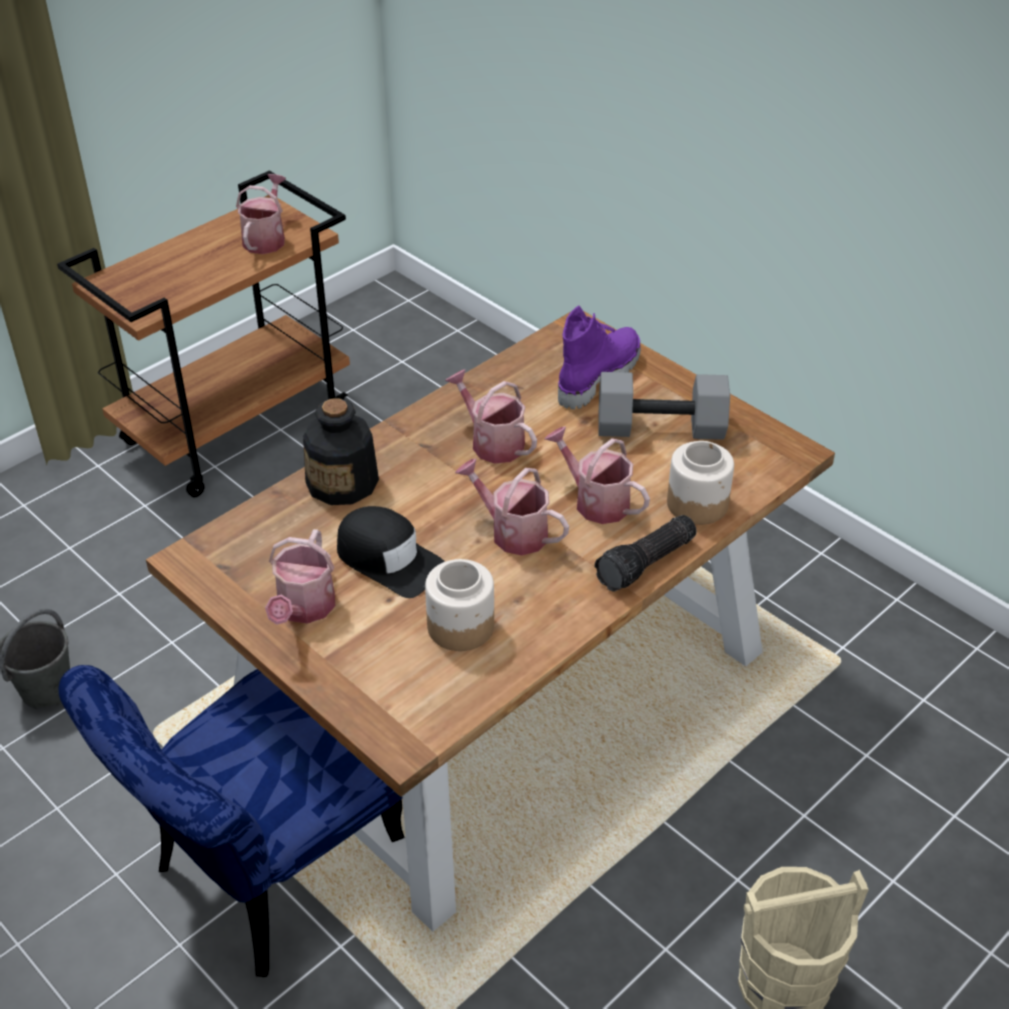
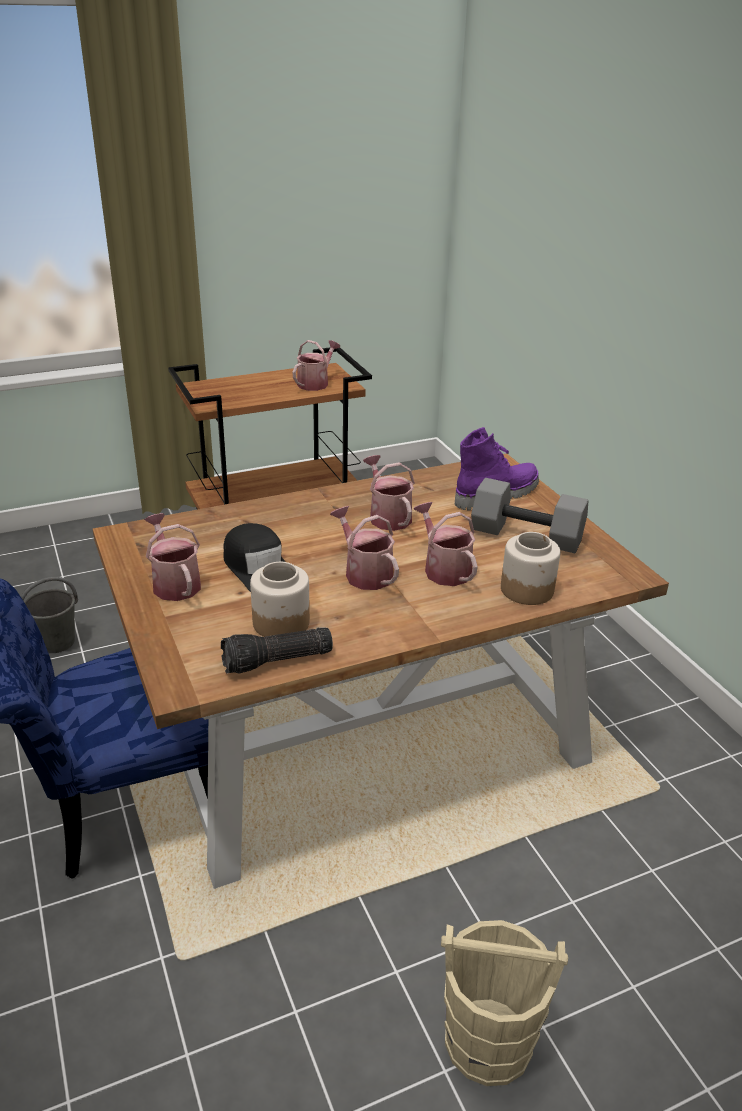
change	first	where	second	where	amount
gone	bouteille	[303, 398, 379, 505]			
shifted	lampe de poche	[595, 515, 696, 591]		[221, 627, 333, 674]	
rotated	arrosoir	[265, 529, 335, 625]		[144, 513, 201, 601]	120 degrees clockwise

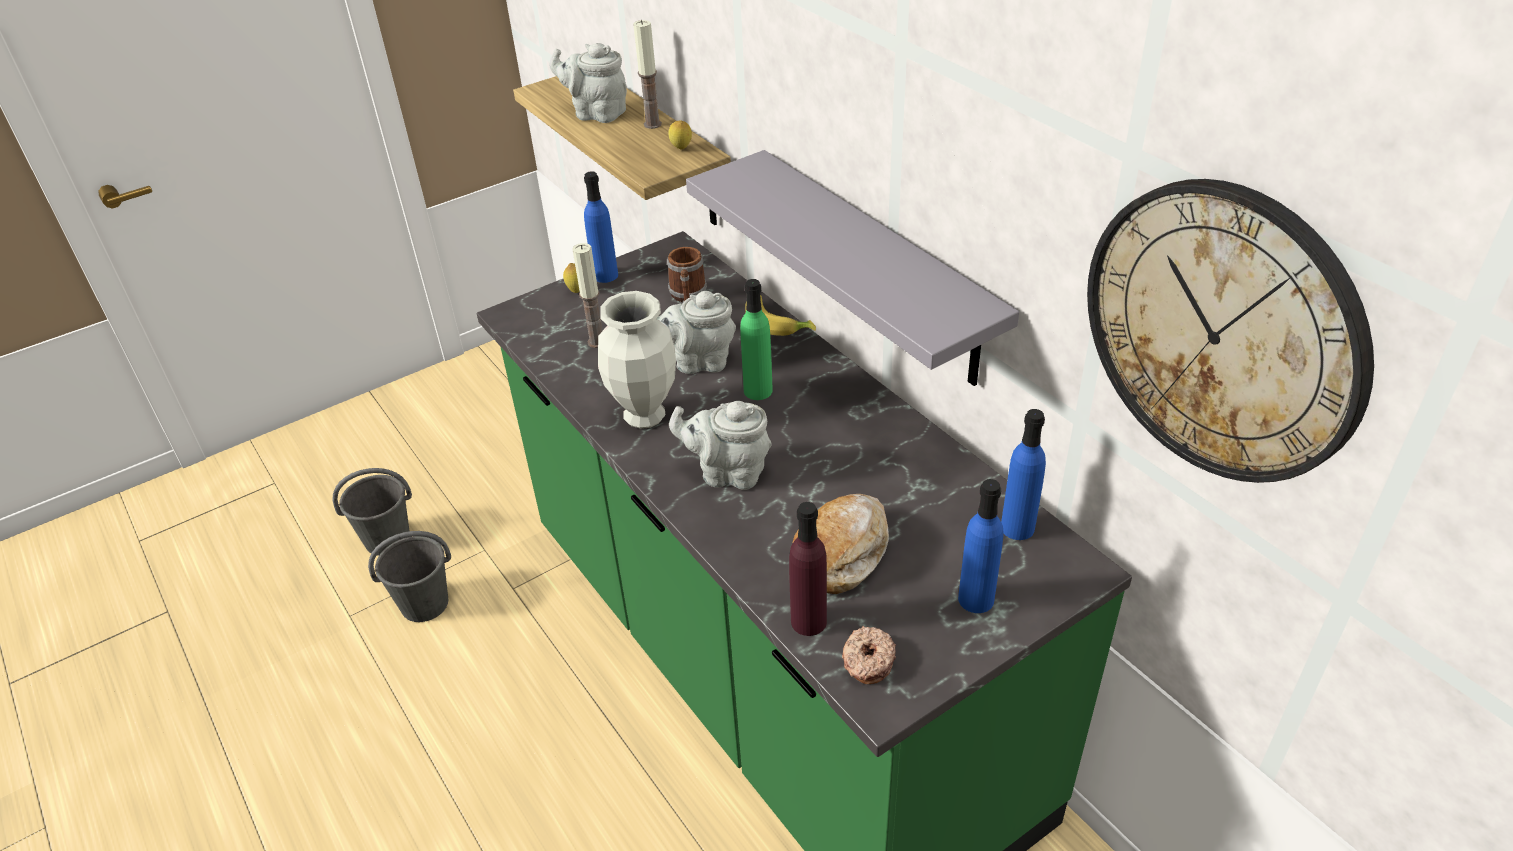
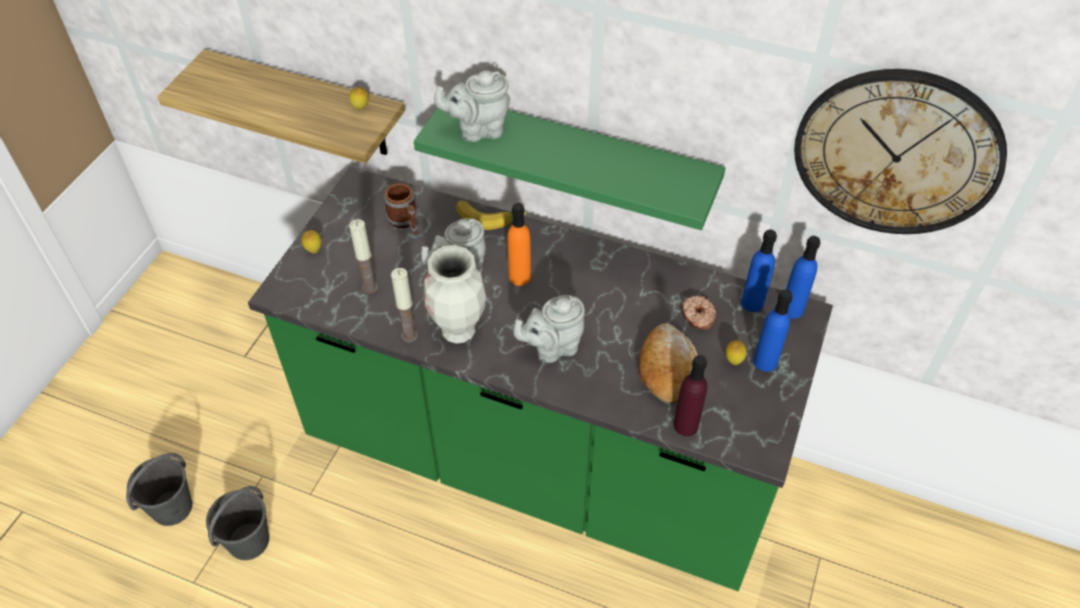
change	first	where	second	where	amount
new			citron	[726, 341, 747, 365]	
shifted	théière (gris)	[549, 43, 627, 123]		[434, 70, 510, 142]	
shifted	bouteille (bleu)	[584, 171, 618, 283]		[786, 236, 820, 319]	
shifted	bougie	[633, 20, 662, 129]		[391, 268, 418, 342]	
shifted	beignet	[842, 626, 896, 684]		[682, 296, 716, 329]	
repainted	étagère (gris)	[686, 150, 1019, 386]	étagère (vert)	[414, 107, 725, 230]	
repainted	bouteille (vert)	[740, 279, 773, 400]	bouteille (orange)	[507, 203, 531, 286]	

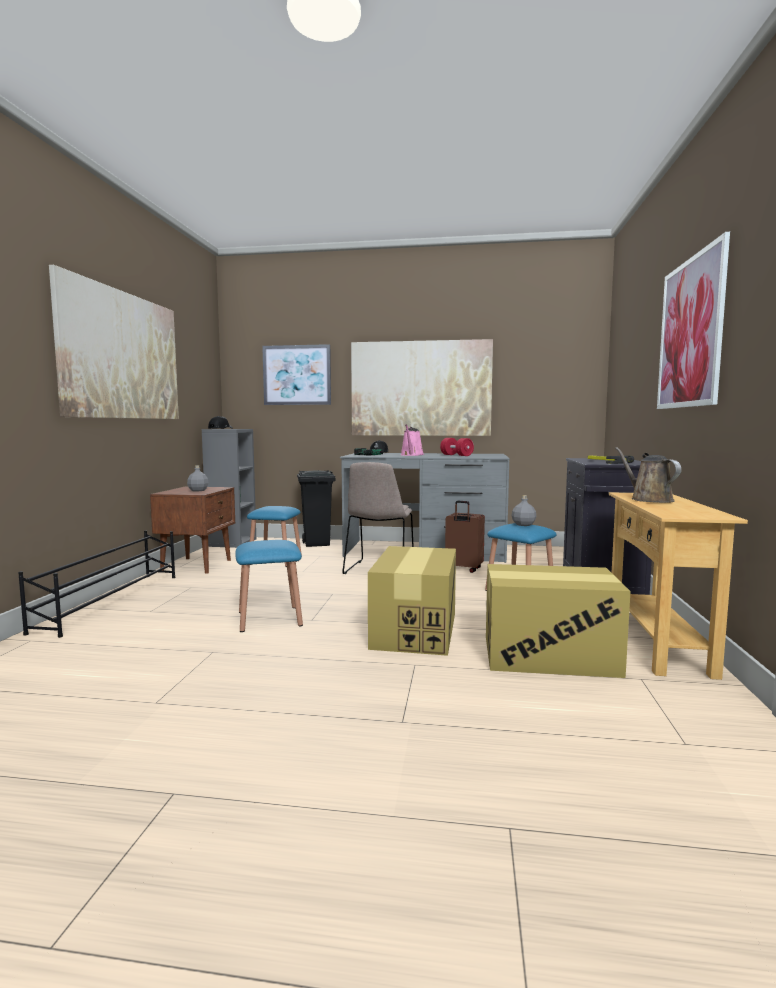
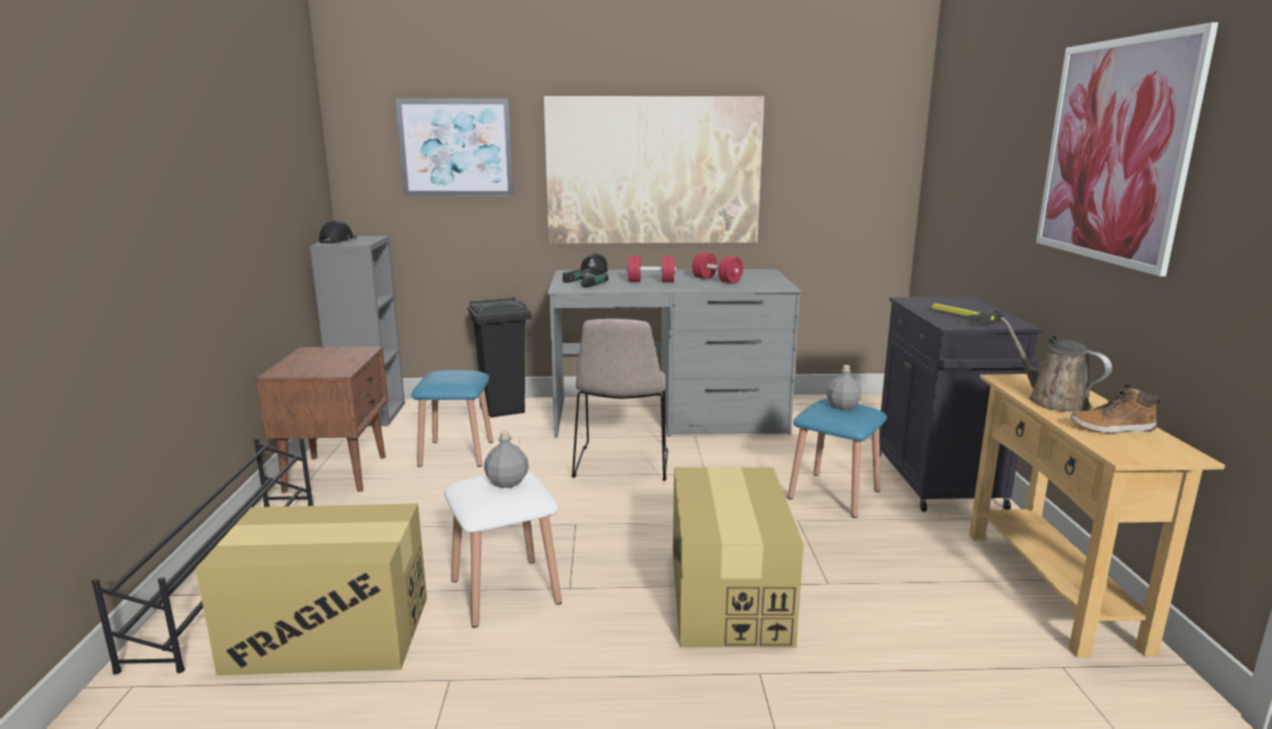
change	first	where	second	where	amount
gone	tableau	[49, 265, 179, 419]			
gone	valise (marron)	[445, 501, 485, 573]			
new			botte	[1070, 384, 1161, 433]	
shifted	bouteille (gris)	[187, 465, 208, 491]		[484, 431, 529, 488]	
shifted	carton	[486, 564, 631, 678]		[196, 503, 427, 676]	
swapped	arrosoir (rose)	[401, 424, 424, 456]	haltère (rouge)	[627, 256, 676, 282]	
repainted	tabouret (bleu)	[235, 540, 303, 632]	tabouret (blanc)	[444, 471, 562, 628]	

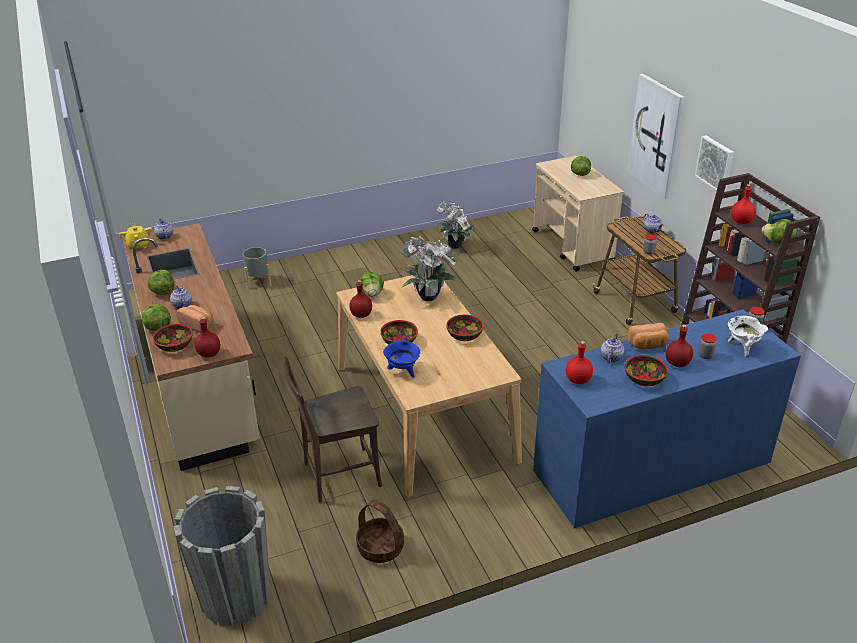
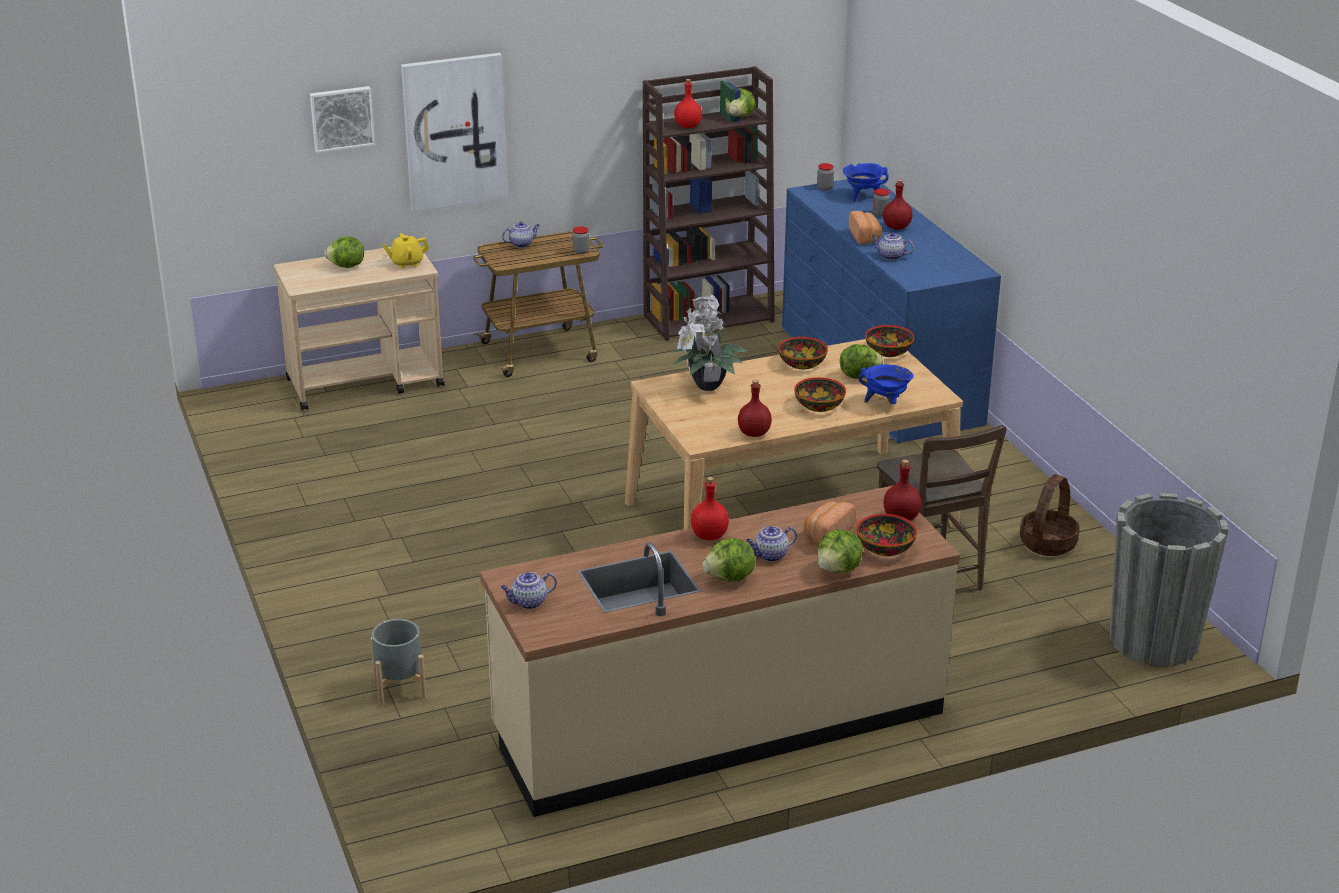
change	first	where	second	where	amount
gone	plante en pot	[435, 201, 479, 249]			
shifted	théière (jaune)	[119, 223, 152, 250]		[382, 233, 429, 269]	
shifted	laitue	[359, 272, 384, 297]		[840, 344, 883, 379]	
shifted	bouteille (rouge)	[566, 341, 593, 384]		[691, 477, 729, 540]	
shifted	bol	[625, 355, 668, 386]		[865, 325, 914, 357]	
shifted	tableau	[695, 135, 734, 192]		[310, 86, 375, 153]	
repainted	marmite (blanc)	[728, 316, 768, 358]	marmite (bleu)	[843, 163, 889, 202]	

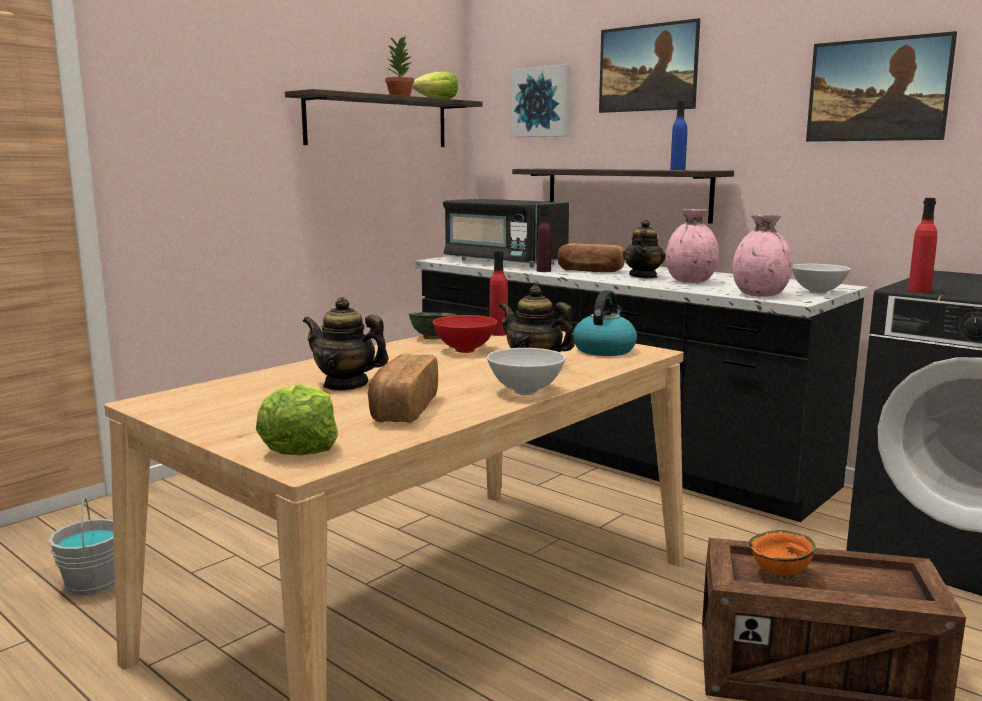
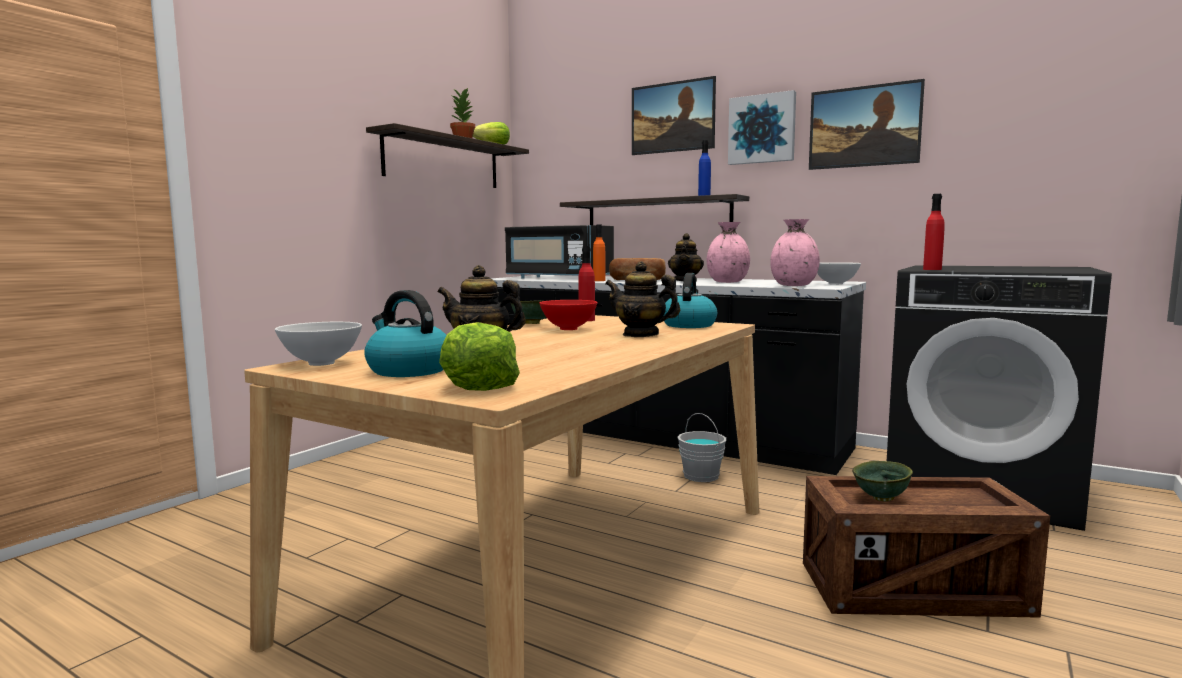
change	first	where	second	where	amount
gone	pain	[368, 354, 438, 423]			
new			bouilloire	[364, 290, 446, 377]	
shifted	seau (gris)	[48, 498, 115, 596]		[678, 413, 726, 482]	
shifted	bol (blanc)	[487, 348, 566, 395]		[275, 322, 362, 366]	
shifted	tableau	[512, 64, 570, 137]		[728, 90, 796, 165]	
repainted	bouteille (violet)	[537, 205, 552, 272]	bouteille (orange)	[593, 225, 606, 281]	
repainted	bol (orange)	[749, 530, 816, 579]	bol (vert)	[852, 461, 913, 502]	

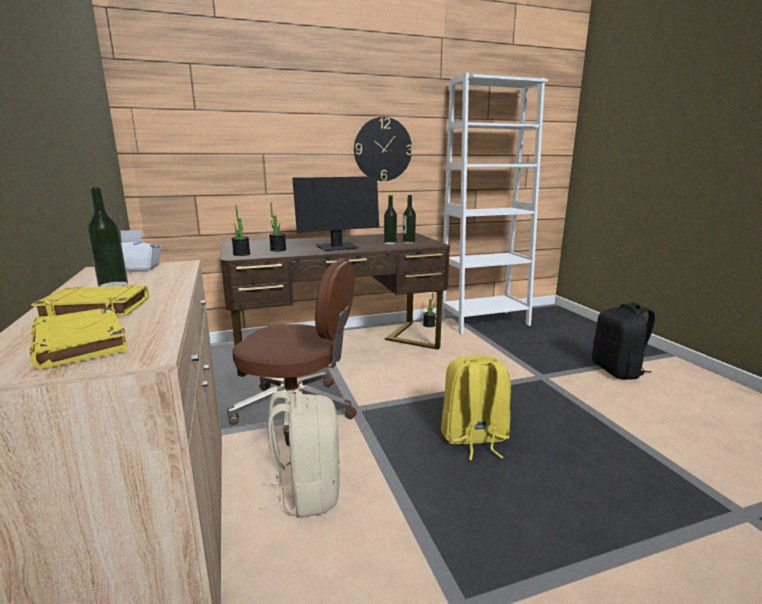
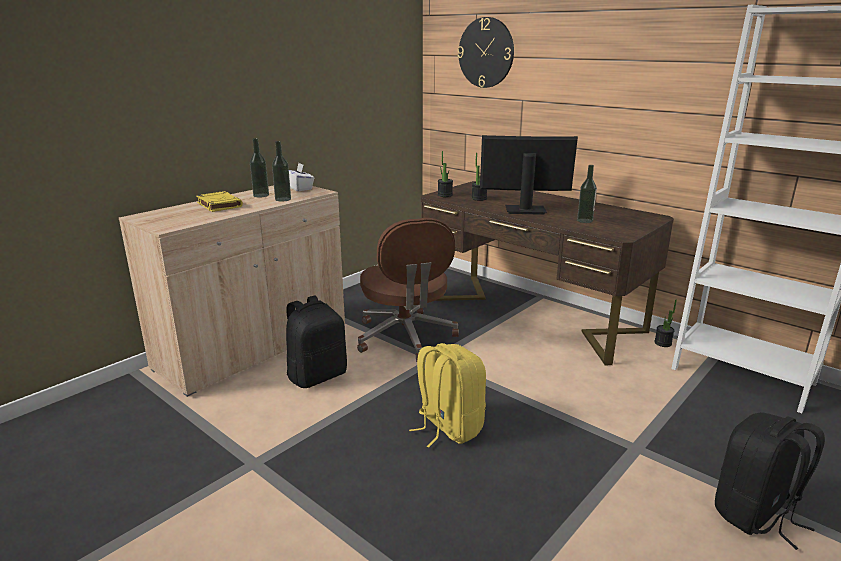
change	first	where	second	where	amount
gone	livre (jaune)	[30, 307, 128, 369]			
shifted	horloge murale	[354, 117, 412, 181]		[457, 17, 514, 88]	
shifted	bouteille	[403, 195, 416, 244]		[272, 141, 291, 202]	
repainted	sac à dos (beige)	[260, 391, 340, 518]	sac à dos (noir)	[286, 295, 347, 388]	
rotated	écran d'ordinateur	[292, 176, 379, 251]		[480, 135, 578, 215]	150 degrees clockwise

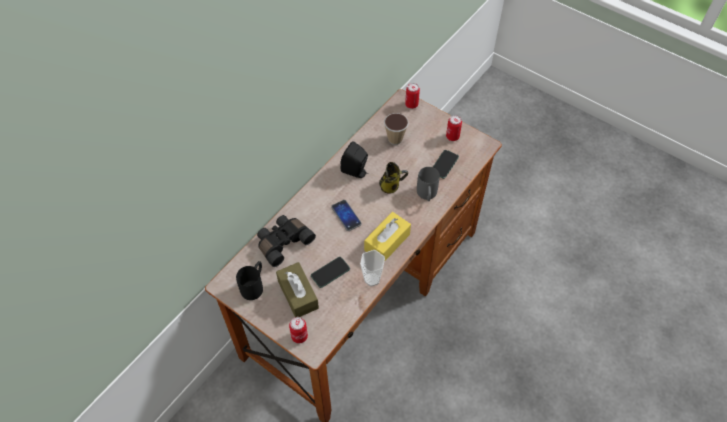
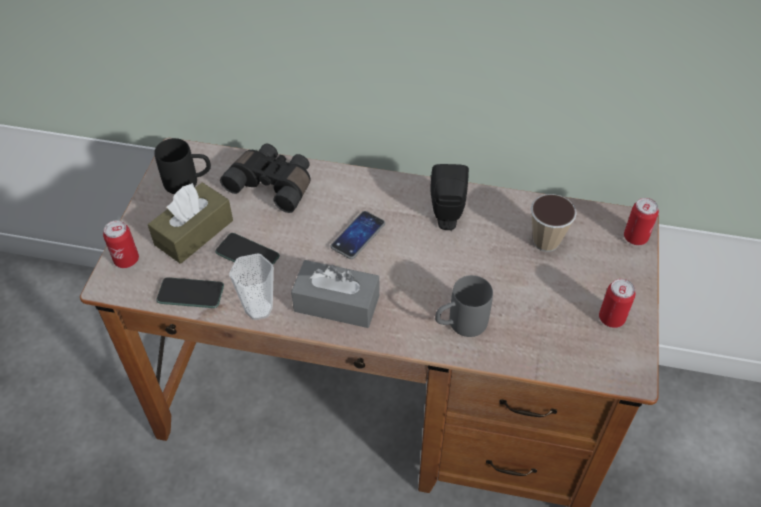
change	first	where	second	where	amount
gone	mug	[379, 162, 409, 194]			
shifted	téléphone	[433, 150, 459, 179]		[157, 277, 224, 308]	
repainted	boîte à mouchoirs (jaune)	[364, 212, 411, 262]	boîte à mouchoirs (gris)	[291, 260, 379, 328]	

